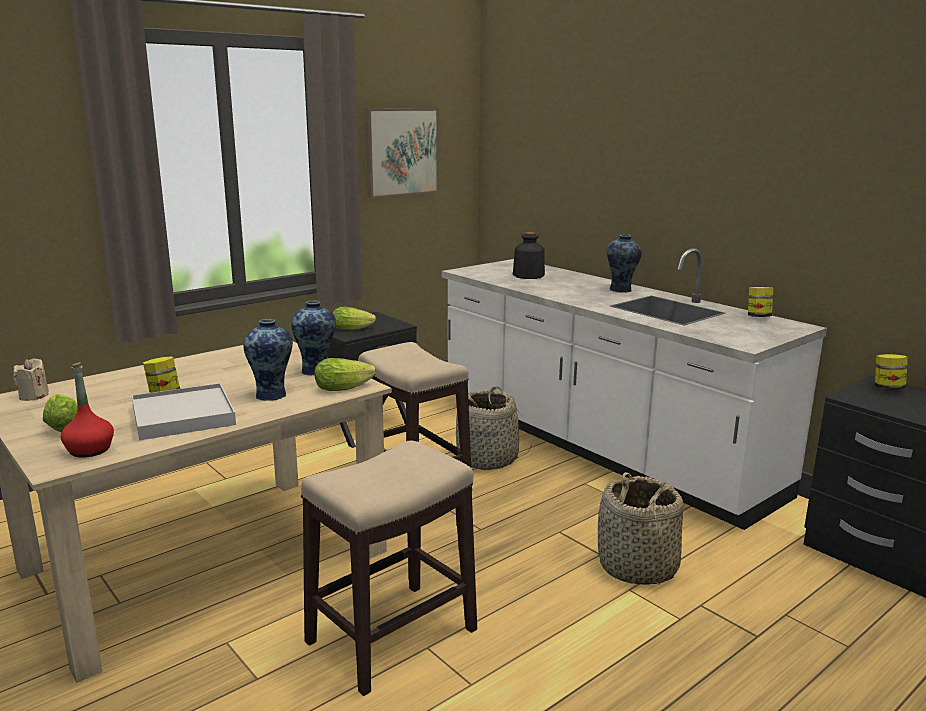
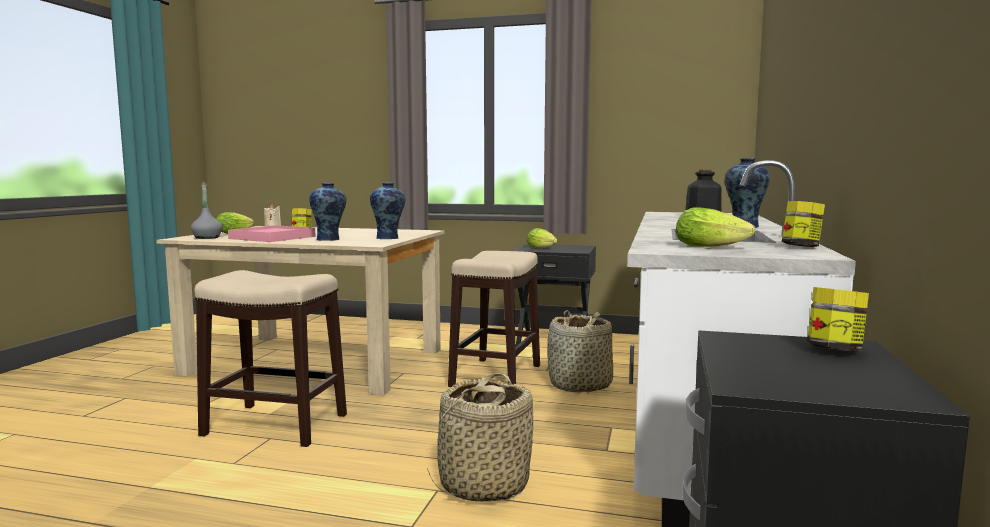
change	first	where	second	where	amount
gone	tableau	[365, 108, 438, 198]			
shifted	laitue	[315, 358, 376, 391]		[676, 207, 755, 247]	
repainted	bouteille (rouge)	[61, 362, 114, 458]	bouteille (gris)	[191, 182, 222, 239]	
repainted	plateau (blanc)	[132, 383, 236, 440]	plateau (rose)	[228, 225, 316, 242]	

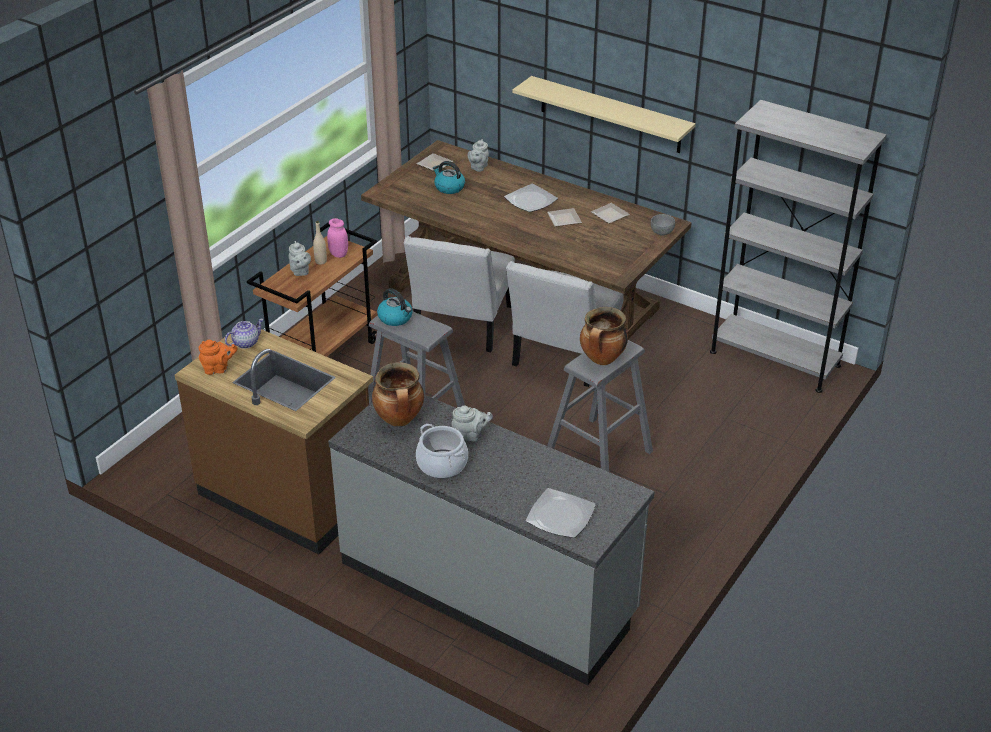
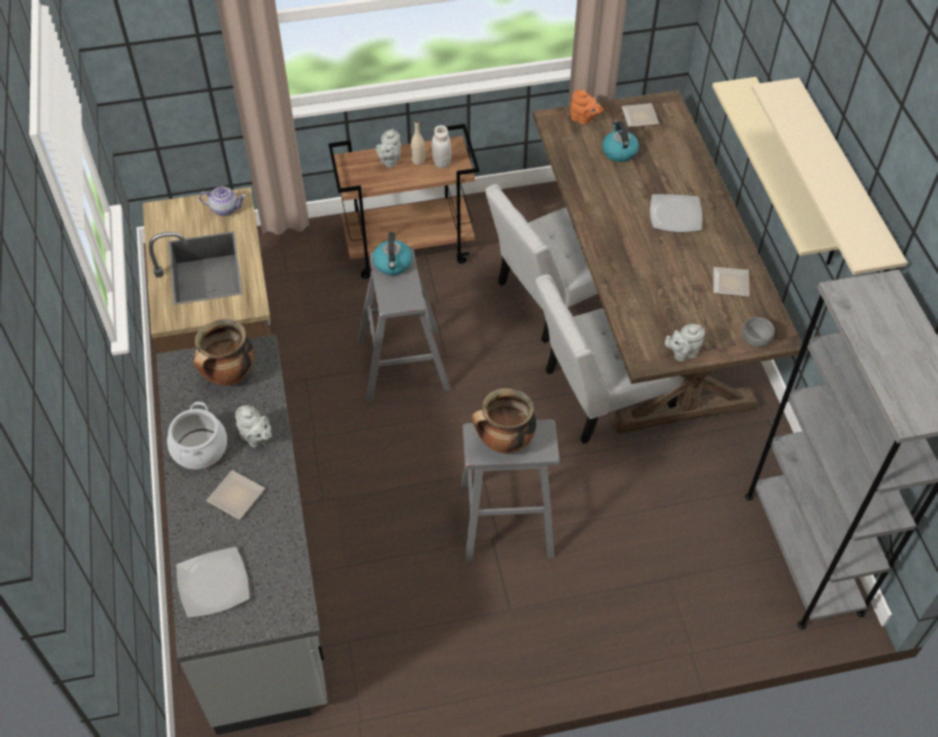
change	first	where	second	where	amount
new			étagère (beige)	[751, 78, 908, 275]	
shifted	théière (orange)	[199, 340, 238, 375]		[570, 89, 604, 125]	
shifted	théière (gris)	[468, 139, 489, 172]		[665, 324, 705, 362]	
shifted	assiette	[547, 208, 582, 227]		[206, 470, 265, 520]	
repainted	bocal (rose)	[327, 218, 348, 258]	bocal (blanc)	[431, 125, 451, 168]	

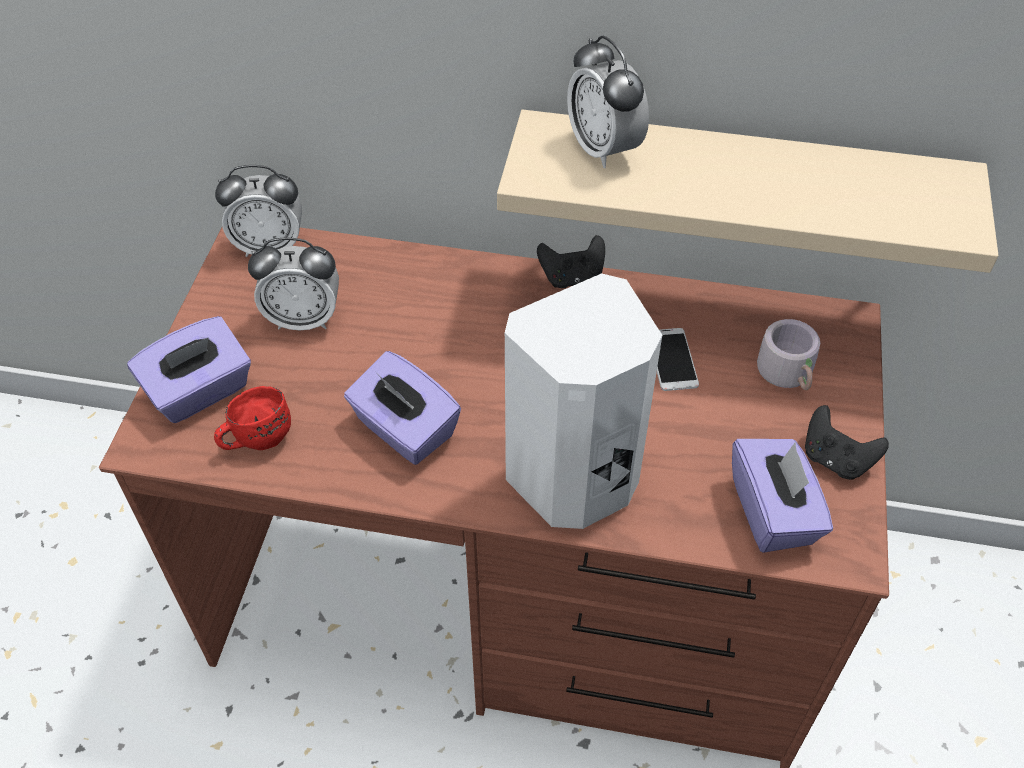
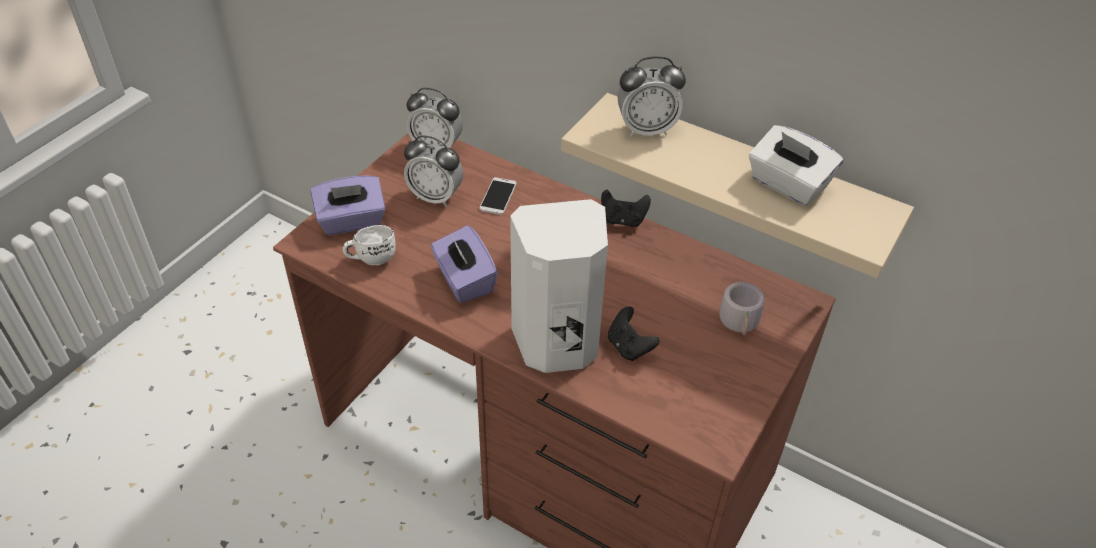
change	first	where	second	where	amount
gone	boîte à mouchoirs (violet)	[732, 439, 833, 553]			
new			boîte à mouchoirs (blanc)	[749, 125, 843, 206]	
shifted	téléphone	[657, 328, 699, 391]		[479, 177, 517, 215]	
shifted	manette (noir)	[805, 405, 889, 480]		[608, 307, 659, 361]	
repainted	mug (rouge)	[214, 386, 291, 450]	mug (blanc)	[343, 225, 396, 265]	
rotated	réveil	[567, 36, 649, 168]		[617, 56, 686, 137]	90 degrees counterclockwise

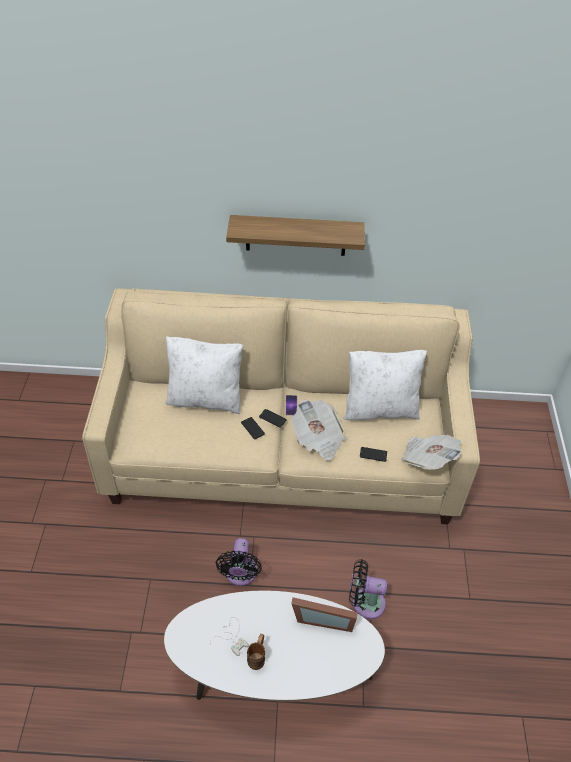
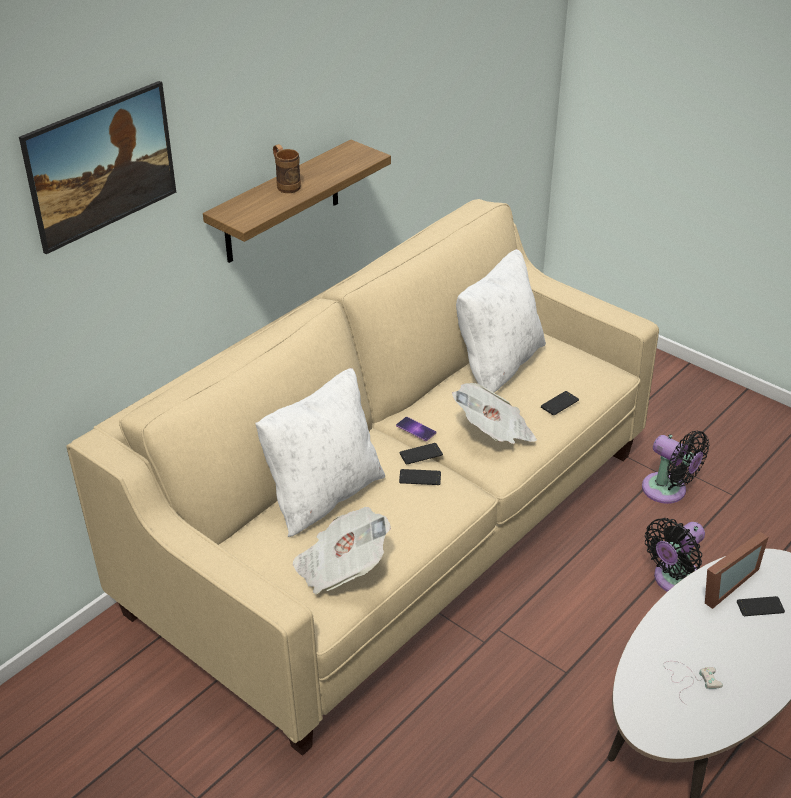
change	first	where	second	where	amount
new			tableau	[19, 81, 176, 254]	
new			téléphone	[737, 596, 785, 616]	
shifted	ventilateur (noir)	[216, 538, 262, 586]		[642, 431, 709, 504]	
shifted	mug (marron)	[247, 634, 265, 670]		[273, 144, 301, 193]	
shifted	journal	[401, 435, 462, 470]		[292, 507, 391, 595]	

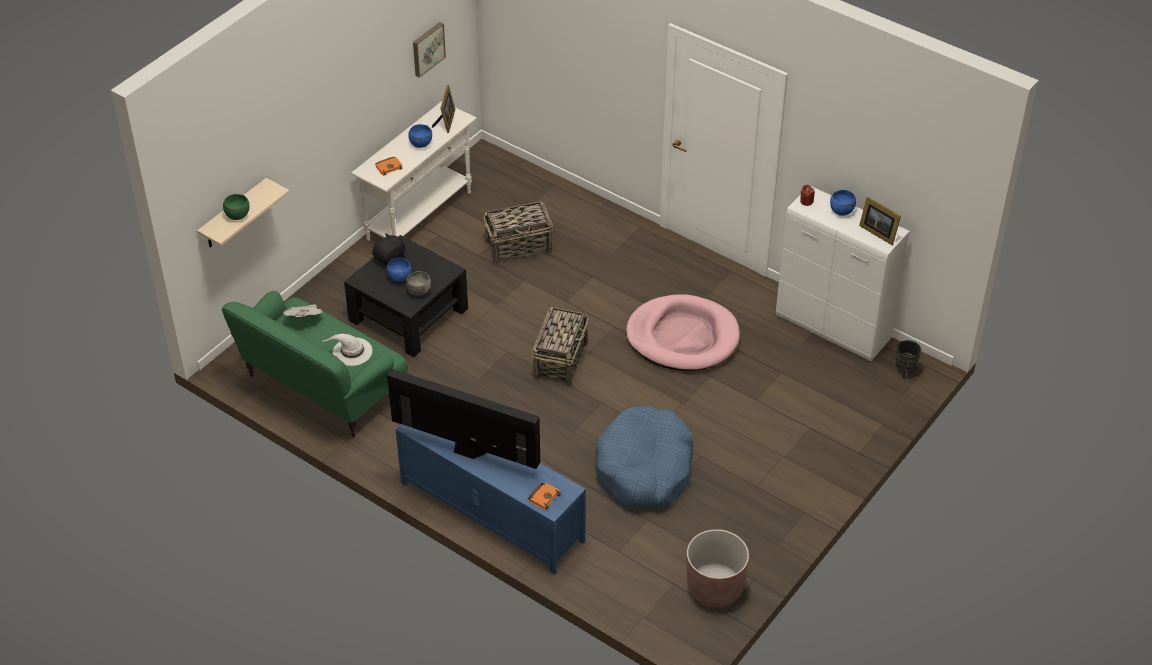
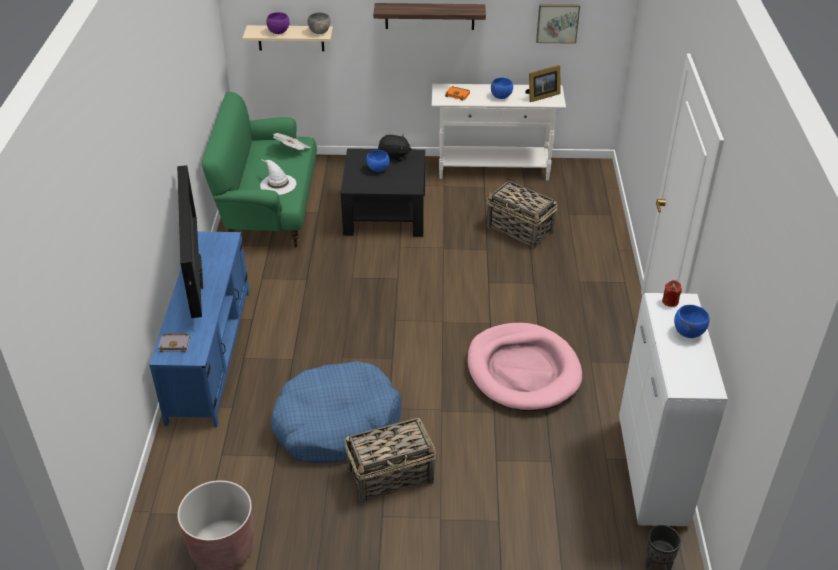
change	first	where	second	where	amount
gone	cadre photo	[859, 197, 901, 245]			
new			étagère	[373, 3, 486, 30]	
shifted	bol (gris)	[406, 271, 431, 296]		[308, 12, 331, 34]	
shifted	panier	[532, 307, 589, 386]		[345, 418, 436, 504]	
repainted	bol (vert)	[223, 194, 250, 220]	bol (violet)	[266, 12, 290, 34]	
repainted	livre (orange)	[528, 482, 561, 509]	livre (gris)	[158, 334, 190, 352]	

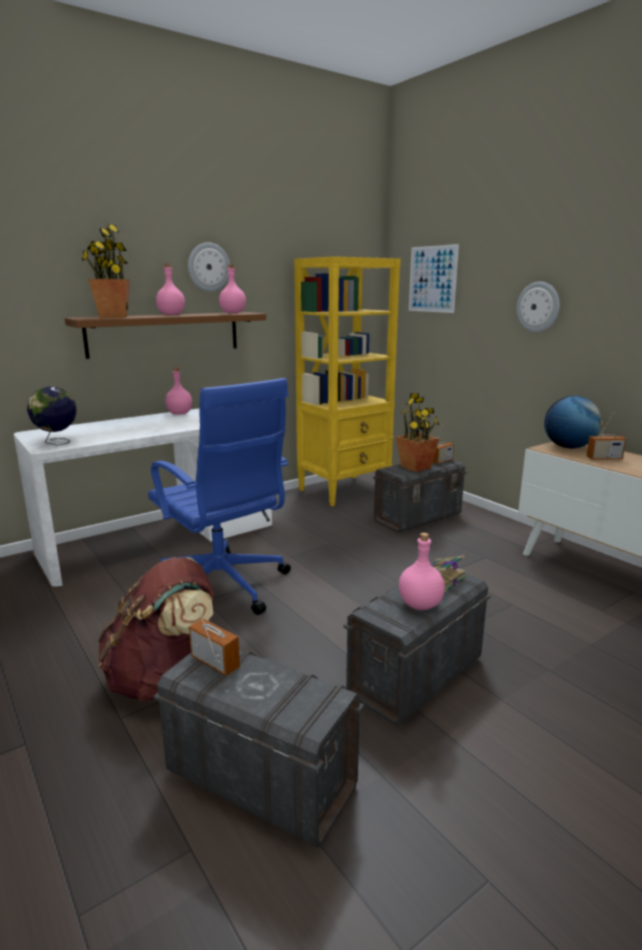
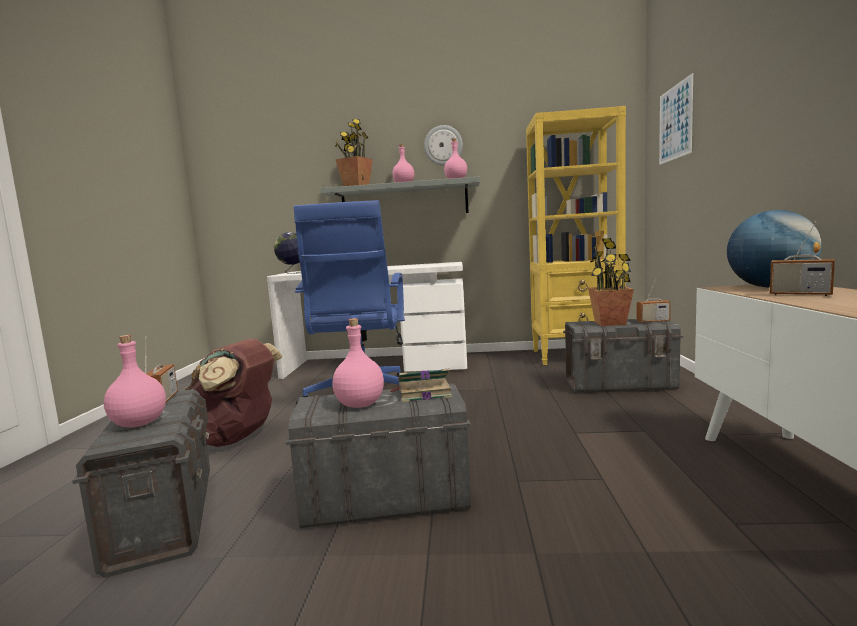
change	first	where	second	where	amount
gone	horloge murale	[517, 282, 560, 332]			
shifted	bouteille (rose)	[165, 367, 192, 415]		[104, 335, 166, 427]	
repainted	étagère (marron)	[65, 312, 266, 359]	étagère (gris)	[321, 177, 480, 213]	

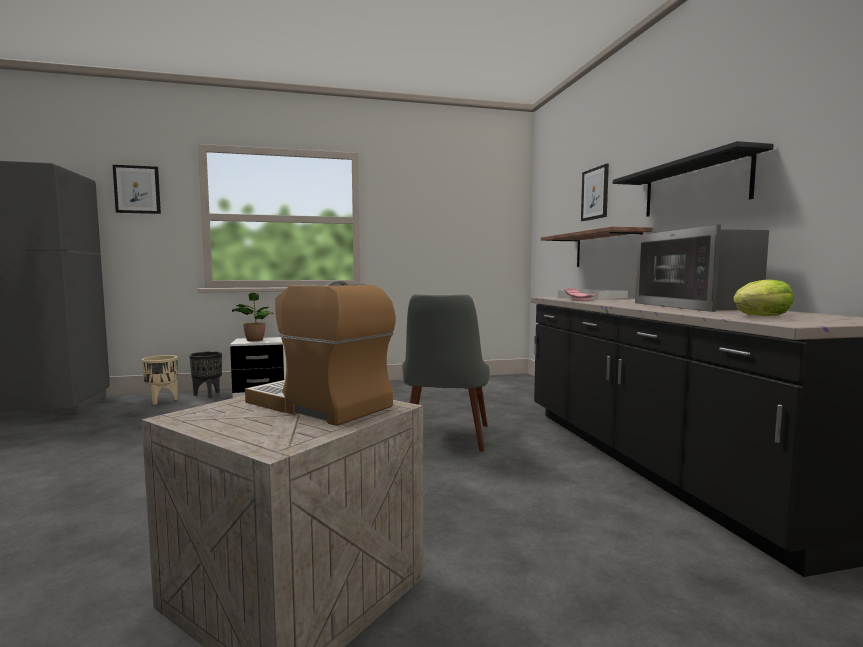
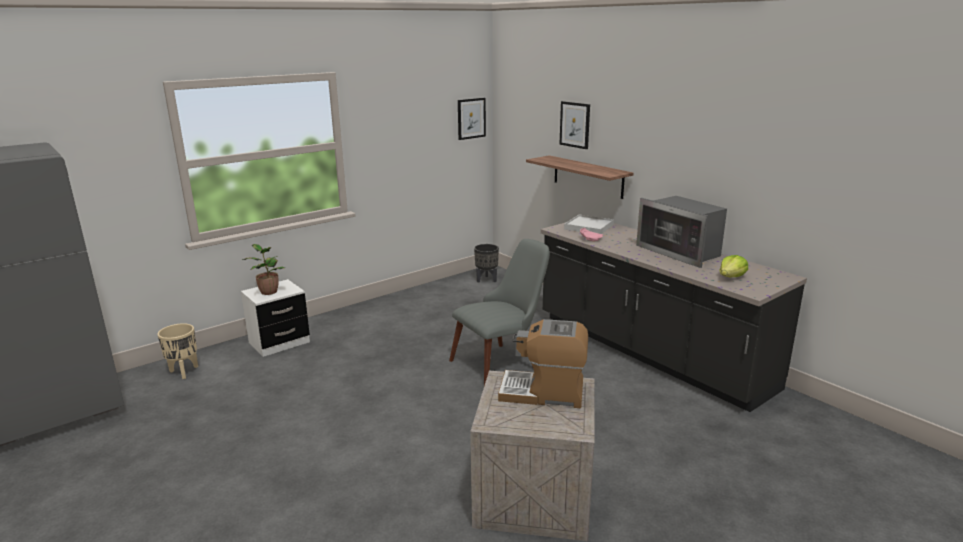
change	first	where	second	where	amount
gone	étagère (noir)	[613, 141, 774, 217]			
shifted	tableau	[113, 165, 161, 214]		[458, 98, 486, 140]	
shifted	cache-pot (noir)	[189, 351, 222, 398]		[474, 244, 499, 282]	
rotated	chaise (gris)	[402, 294, 489, 452]		[449, 239, 550, 386]	105 degrees counterclockwise

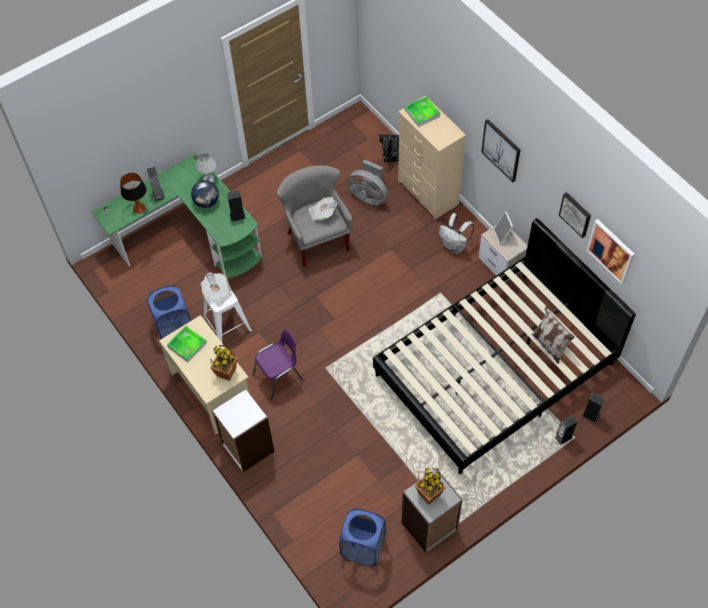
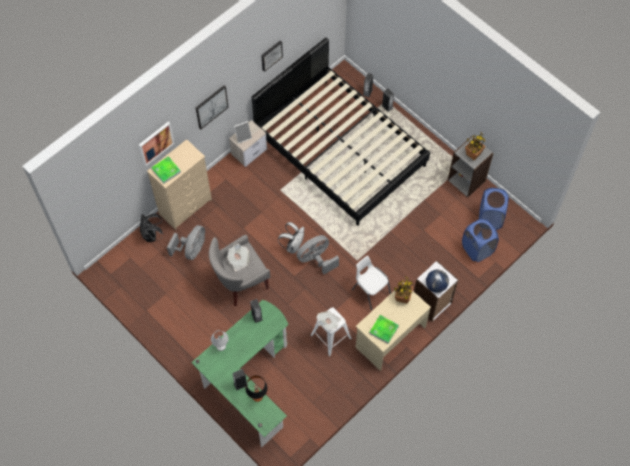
change	first	where	second	where	amount
gone	coussin	[531, 306, 575, 364]			
new			ventilateur (gris)	[297, 235, 339, 274]	
shifted	panier à linge (bleu)	[147, 285, 191, 339]		[462, 218, 499, 262]	
shifted	globe	[191, 180, 219, 208]		[426, 270, 449, 293]	
shifted	sac à dos (blanc)	[439, 213, 474, 254]		[278, 222, 304, 254]	
shifted	tableau	[587, 219, 635, 285]		[139, 122, 175, 166]	
repainted	chaise (violet)	[253, 329, 303, 401]	chaise (blanc)	[352, 256, 391, 310]	

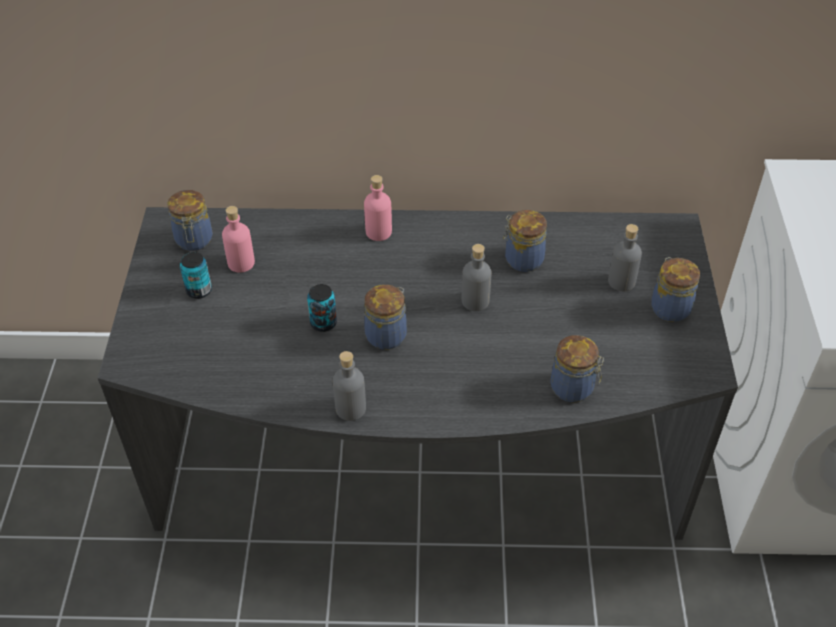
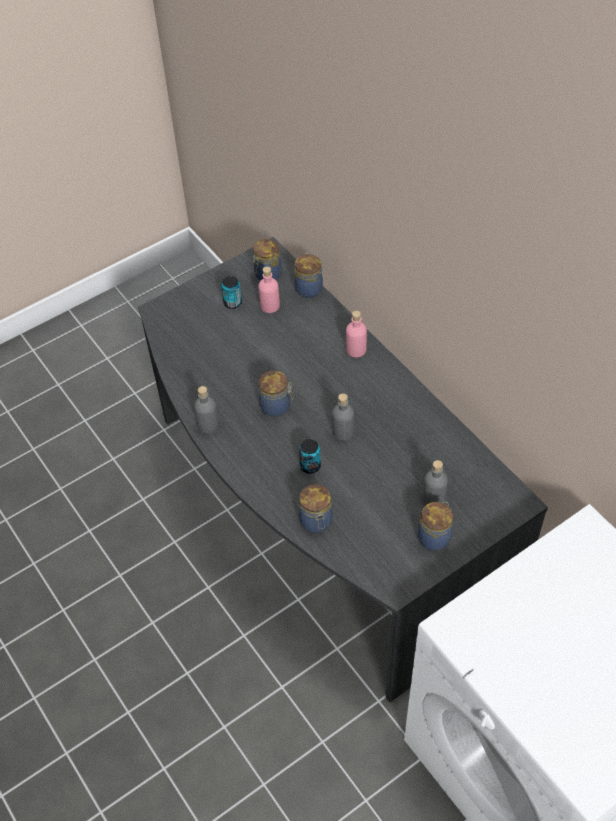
change	first	where	second	where	amount
shifted	boîte métallique	[307, 284, 337, 332]		[299, 439, 321, 474]	
shifted	bocal	[503, 210, 547, 272]		[294, 253, 323, 298]	

